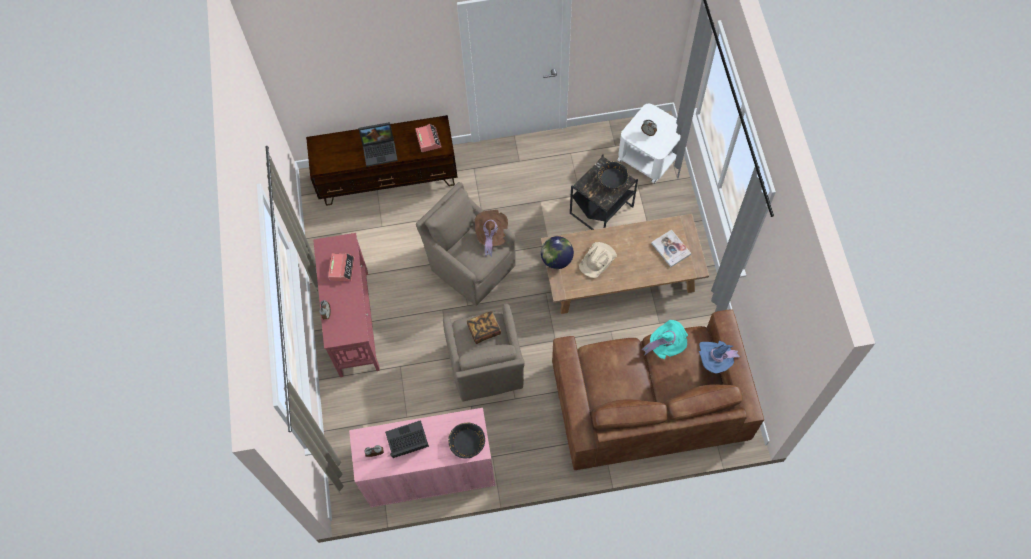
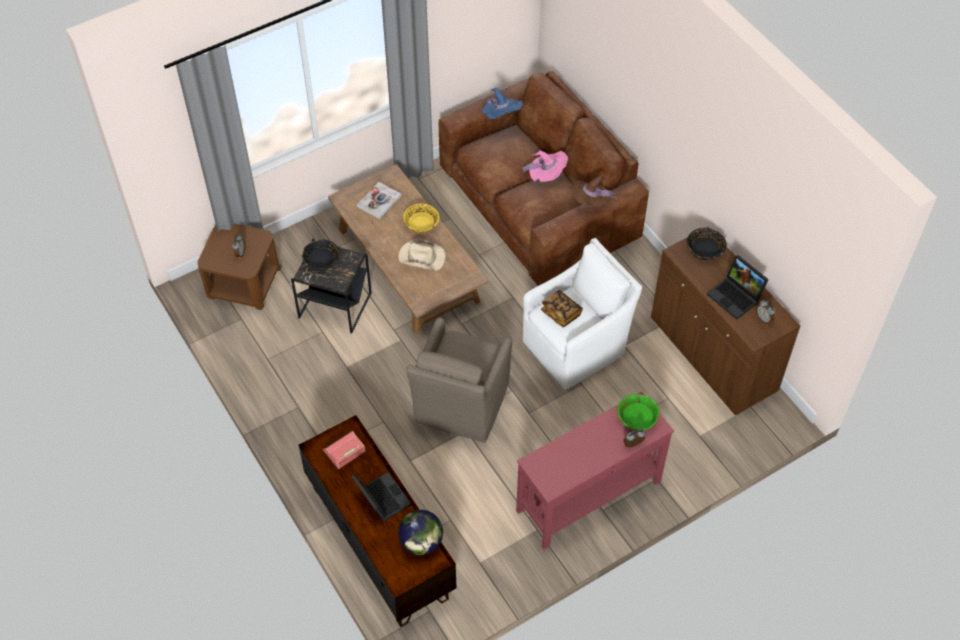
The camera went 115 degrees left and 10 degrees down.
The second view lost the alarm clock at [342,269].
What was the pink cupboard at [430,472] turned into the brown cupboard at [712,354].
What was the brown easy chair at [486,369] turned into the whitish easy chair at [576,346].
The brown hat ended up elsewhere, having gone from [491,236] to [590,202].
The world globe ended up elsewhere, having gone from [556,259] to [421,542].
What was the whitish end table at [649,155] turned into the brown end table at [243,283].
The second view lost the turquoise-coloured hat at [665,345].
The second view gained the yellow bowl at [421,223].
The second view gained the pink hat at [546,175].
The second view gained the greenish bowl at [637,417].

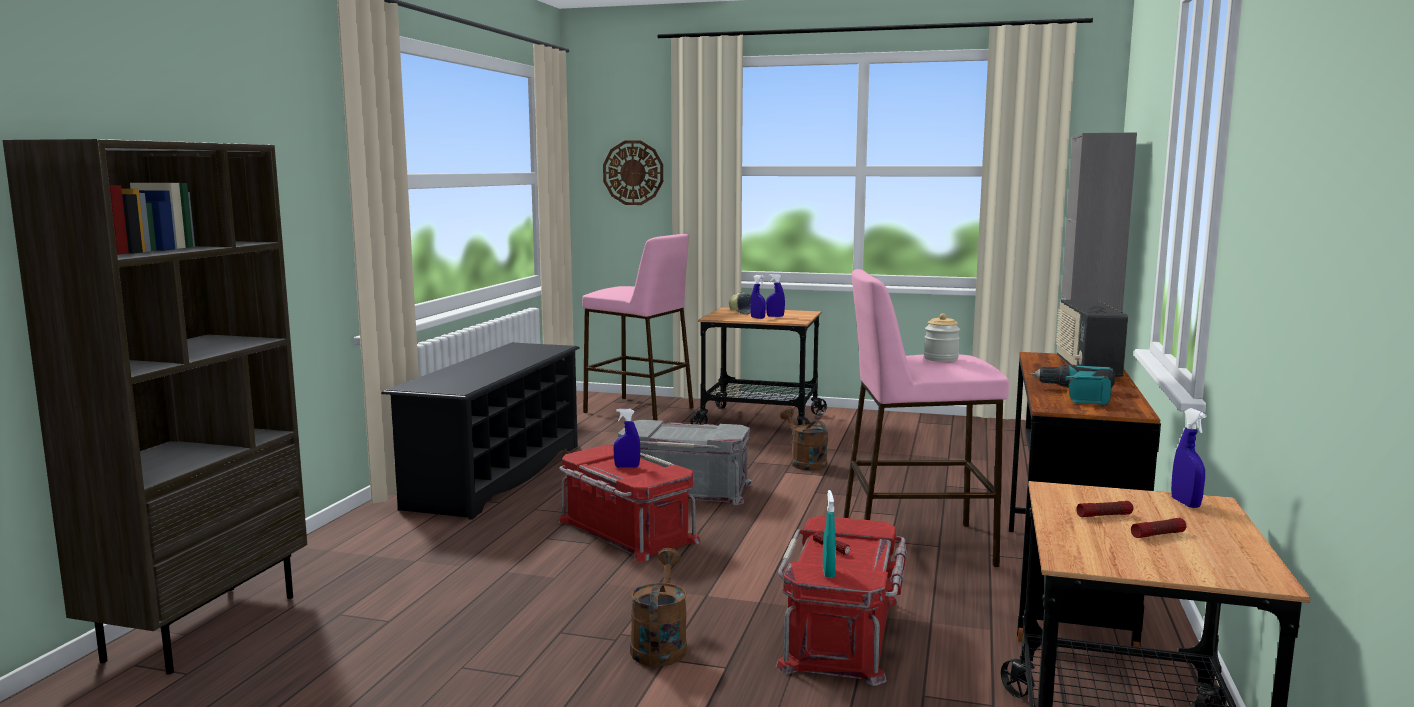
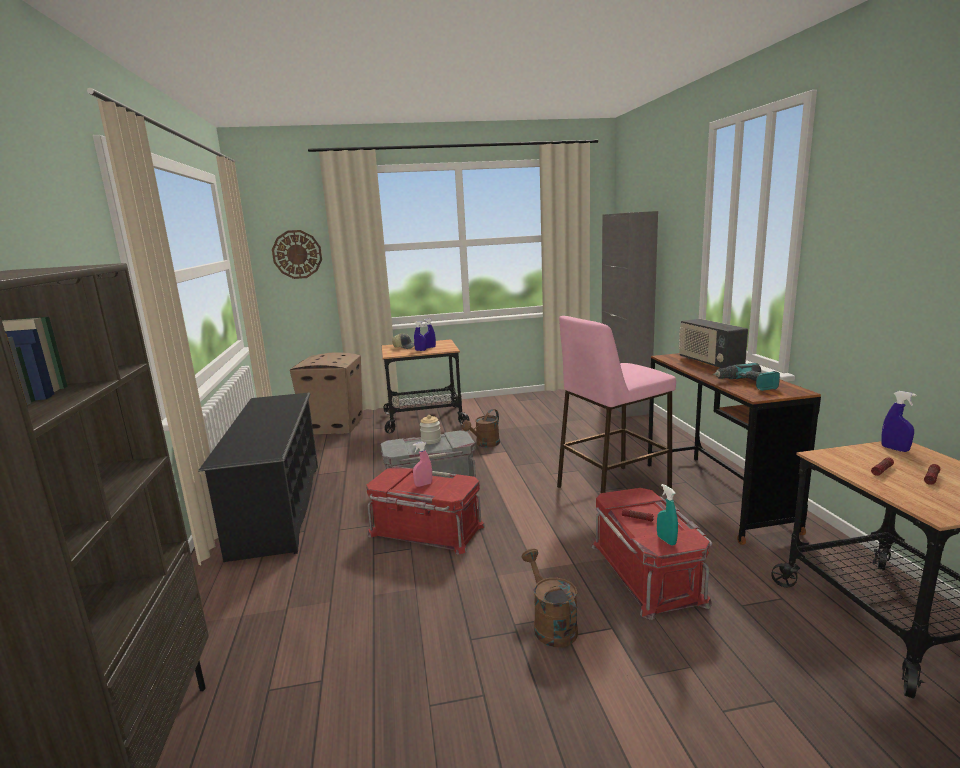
The camera went 25 degrees left and 5 degrees up.
Where the pink stool seat stood at [639,410], the cardboard box came to stand at [334,426].
What was the blue spray bottle at [627,467] turned into the pink spray bottle at [423,484].
The brown watering can at [804,463] ended up facing another way, 90 degrees counterclockwise from before.
The storage jar ended up elsewhere, having gone from [941,359] to [431,440].

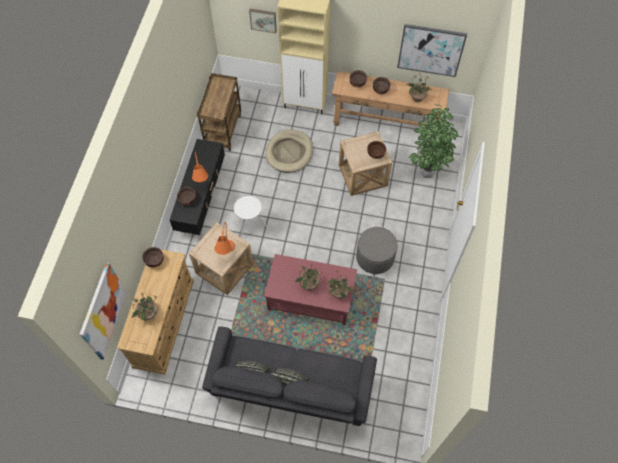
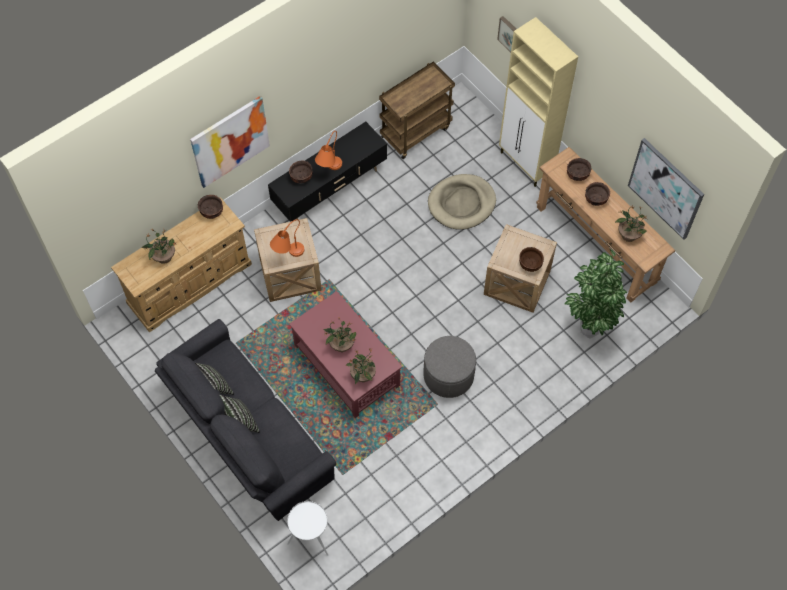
The camera went 40 degrees right and 0 degrees up.
The picture ended up elsewhere, having gone from [103,311] to [230,141].
The whitish end table ended up elsewhere, having gone from [250,226] to [310,537].

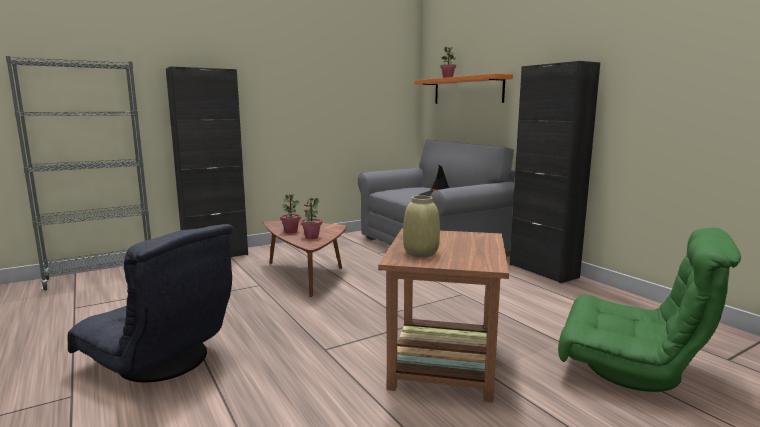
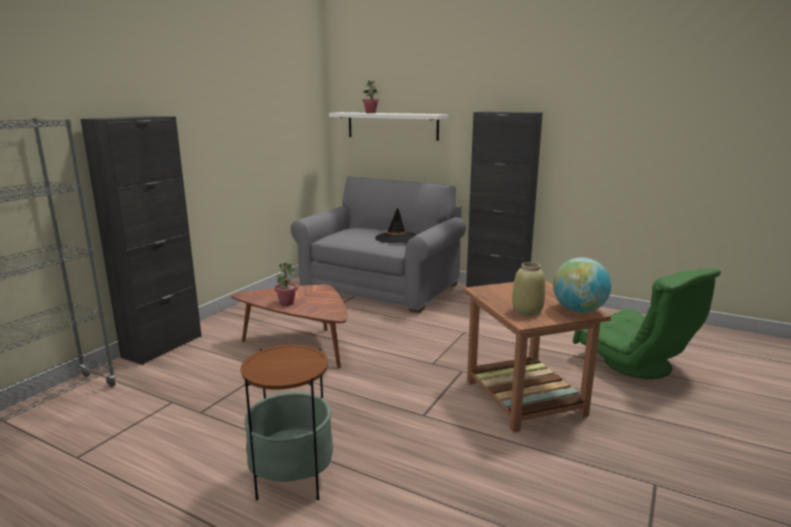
The camera went 30 degrees left and 5 degrees up.
Where the gray easy chair stood at [161,362], the end table came to stand at [292,478].
The second view lost the houseplant at [311,237].
What was the orange shelf at [467,90] turned into the whitish shelf at [392,126].
The greenish easy chair at [631,370] ended up facing another way, 60 degrees clockwise from before.
The second view gained the world globe at [578,310].

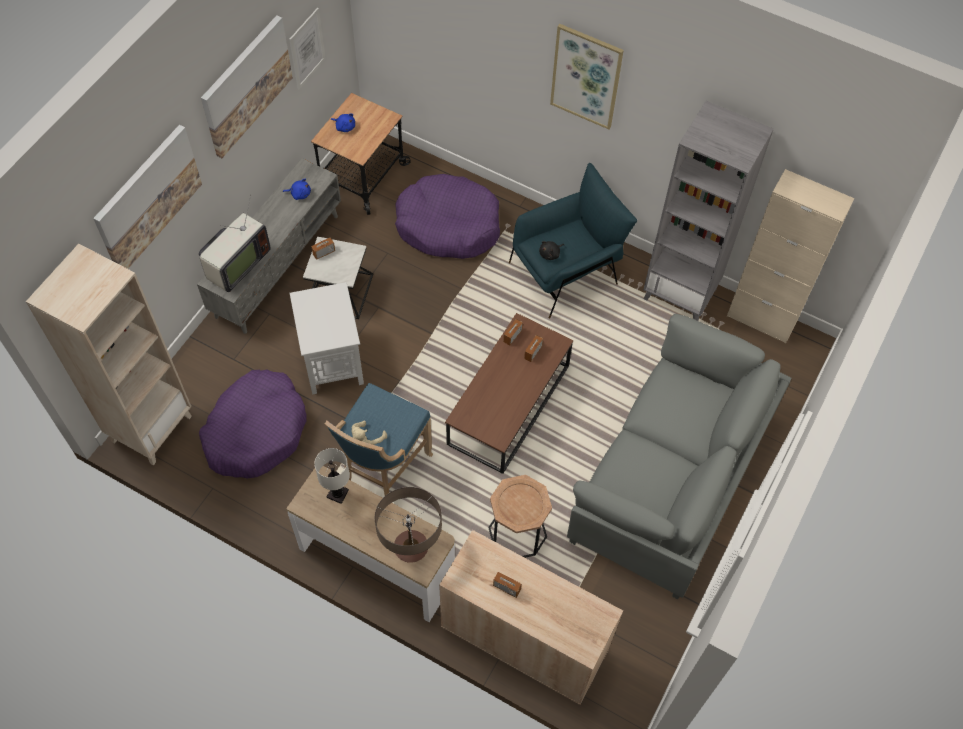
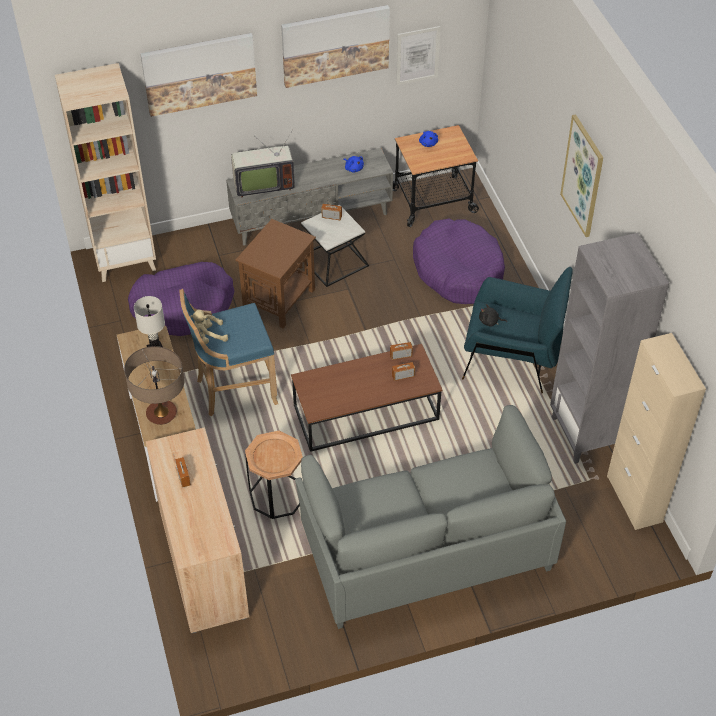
The camera went 45 degrees right and 10 degrees down.
What was the whitish end table at [332,360] turned into the brown end table at [279,299].

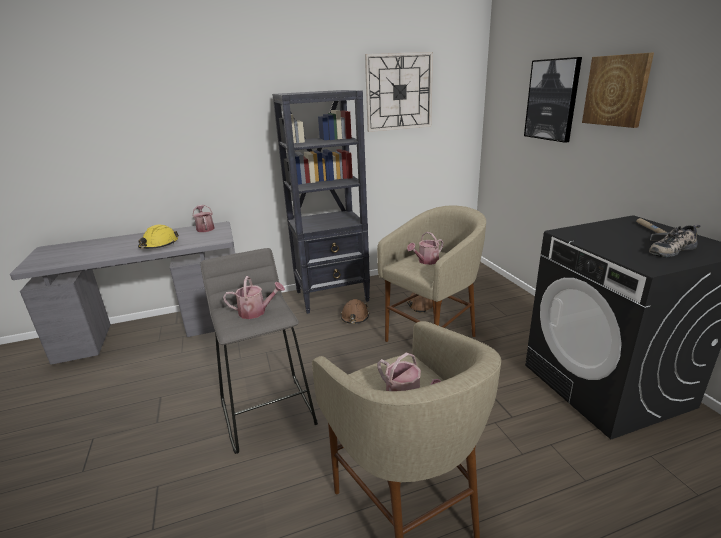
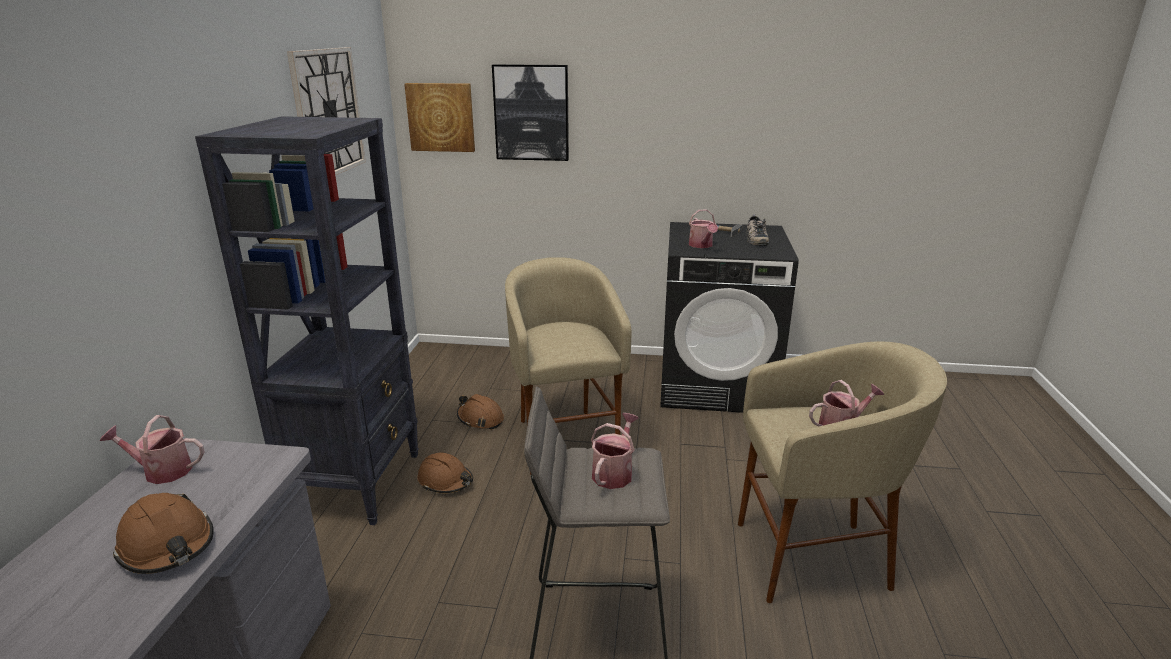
The camera went 65 degrees left and 0 degrees up.
What was the yellow safety helmet at [159,245] turned into the brown safety helmet at [167,546].
The watering can ended up elsewhere, having gone from [426,261] to [701,245].
The picture ended up elsewhere, having gone from [616,90] to [441,117].

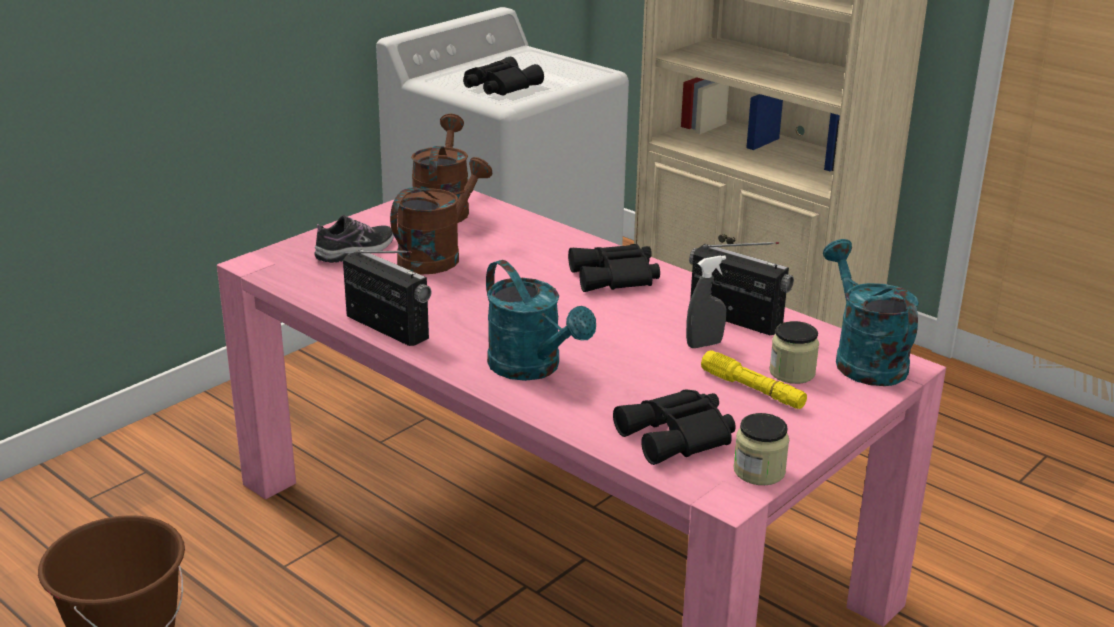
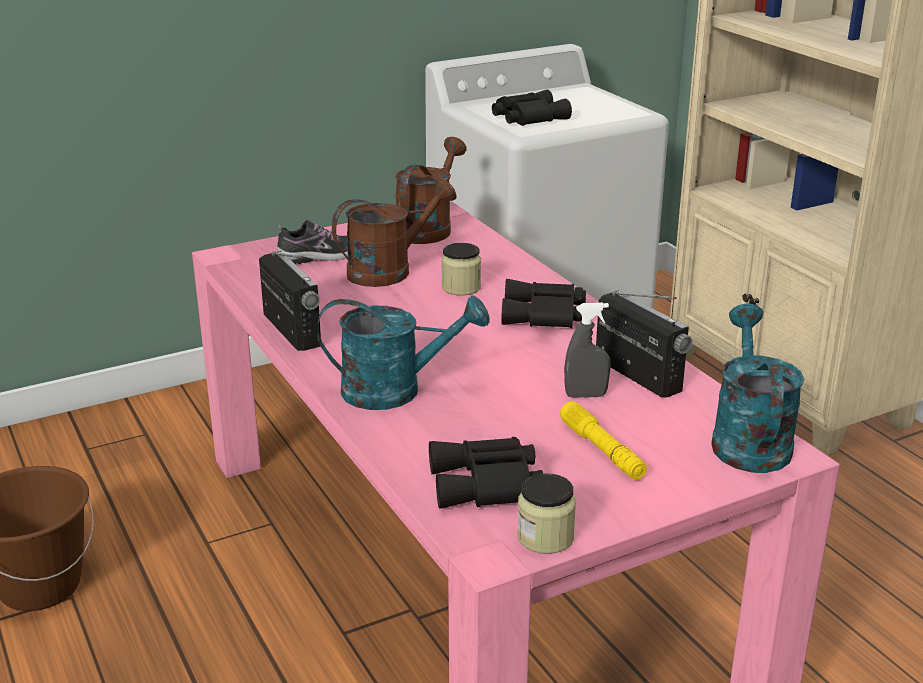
The camera went 20 degrees right and 0 degrees up.
The turquoise-coloured watering can at [533,368] ended up facing another way, 75 degrees counterclockwise from before.
The storage jar ended up elsewhere, having gone from [792,373] to [461,287].

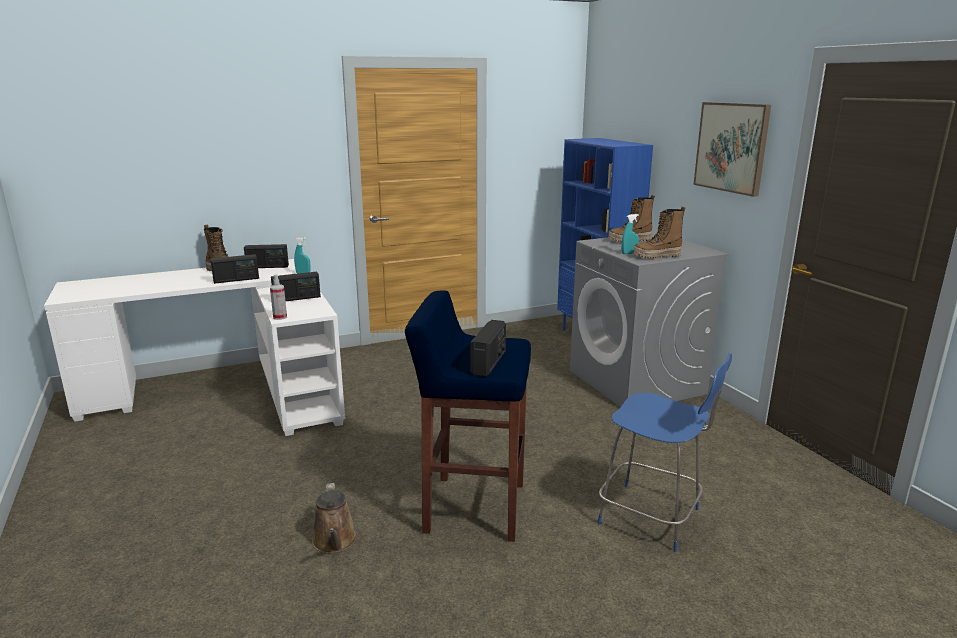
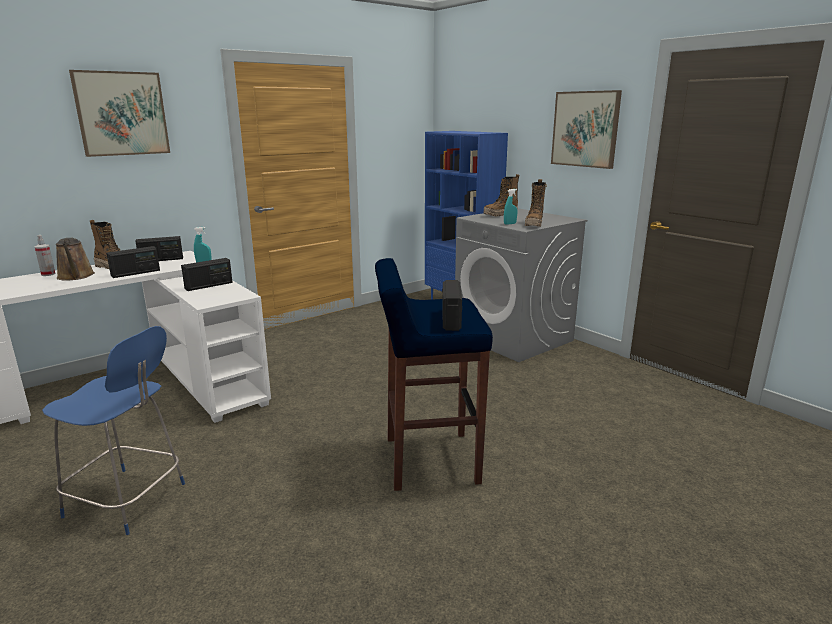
The camera went 15 degrees left and 0 degrees up.
The spray bottle ended up elsewhere, having gone from [280,317] to [48,274].
The brown watering can ended up elsewhere, having gone from [335,542] to [76,276].
The blue plain chair ended up elsewhere, having gone from [653,518] to [129,501].
The tall boot at [657,256] ended up facing another way, 45 degrees counterclockwise from before.
The second view gained the picture at [122,114].

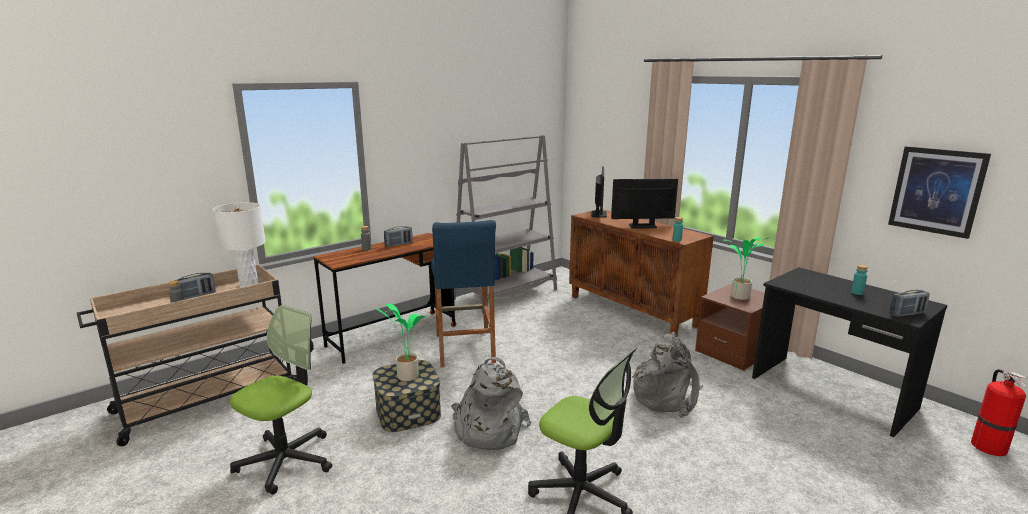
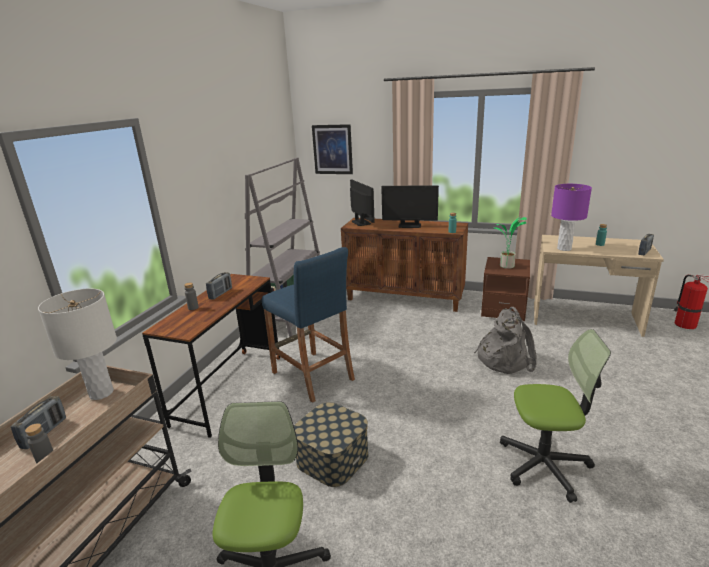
The camera went 30 degrees left and 5 degrees up.
The second view lost the houseplant at [406,376].
The second view lost the gray rucksack at [487,430].
The computer display at [642,226] ended up facing another way, 135 degrees counterclockwise from before.
What was the blackish desk unit at [831,393] turned into the beige desk unit at [585,319].
The picture ended up elsewhere, having gone from [936,191] to [332,149].
The second view gained the purple-coloured table lamp at [564,249].

